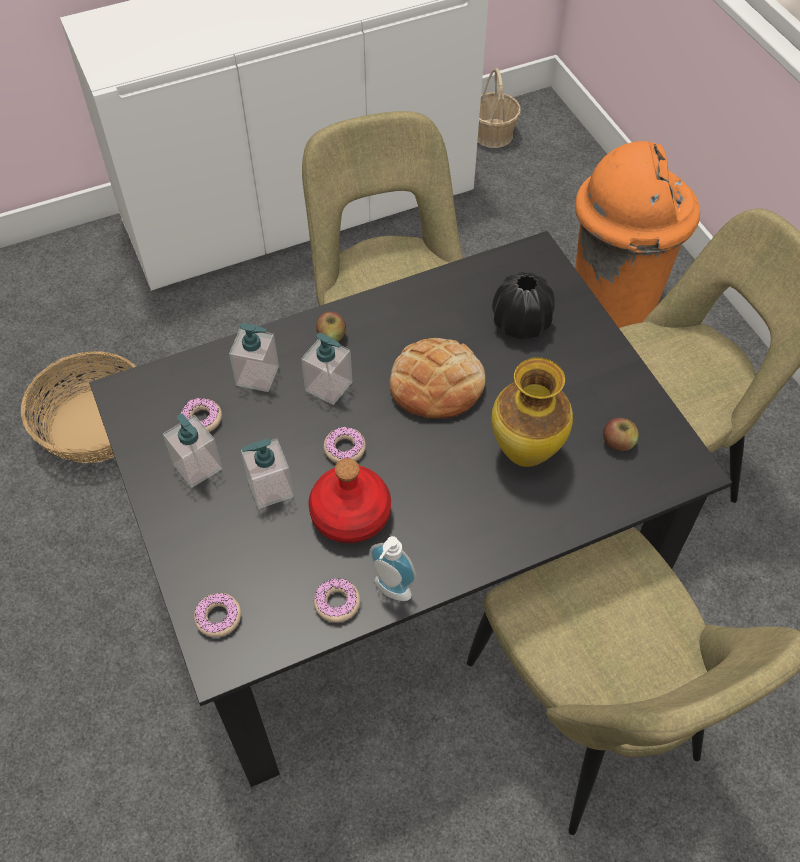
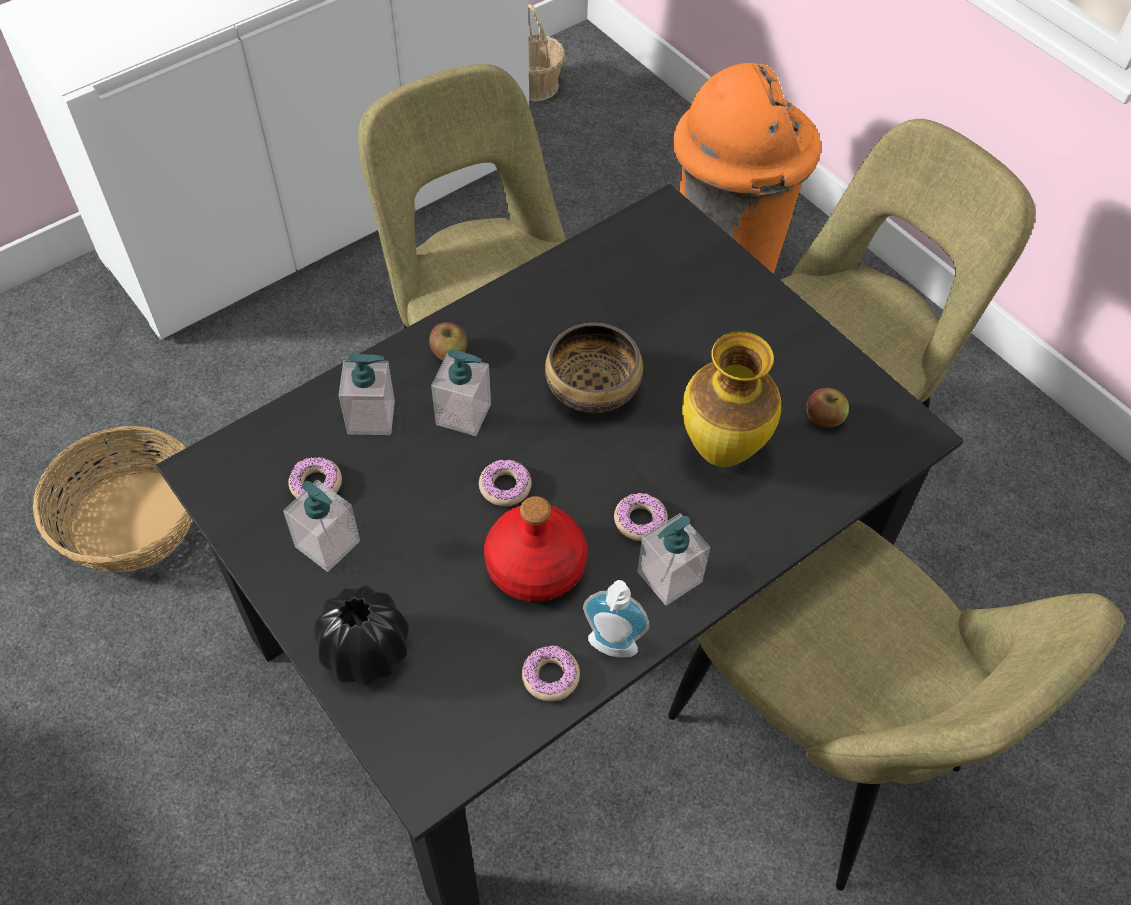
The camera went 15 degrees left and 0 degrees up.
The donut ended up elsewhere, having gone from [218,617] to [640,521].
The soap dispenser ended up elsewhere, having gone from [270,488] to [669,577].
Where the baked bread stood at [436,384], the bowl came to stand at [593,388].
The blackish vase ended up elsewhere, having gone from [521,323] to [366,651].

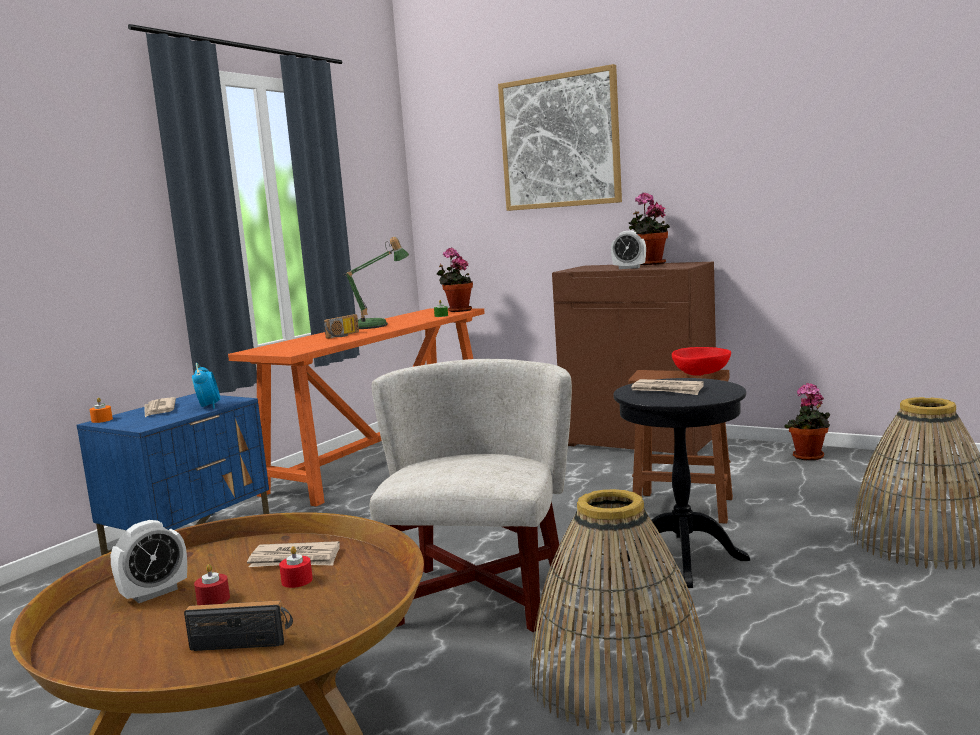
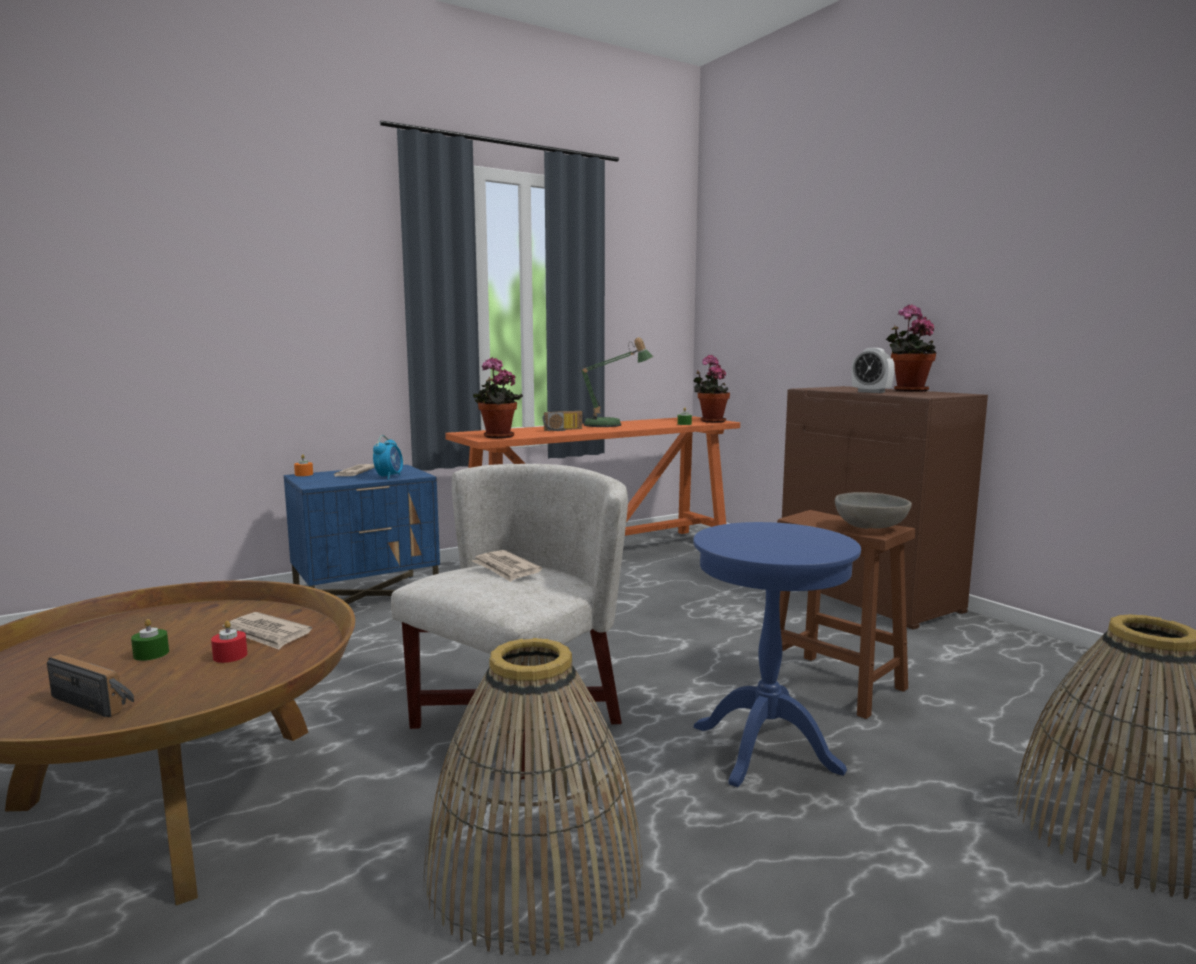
The camera went 25 degrees right and 0 degrees up.
The second view lost the alarm clock at [154,593].
What was the red-coloured wax candle at [213,600] turned into the greenish wax candle at [151,654].
The second view lost the picture at [559,141].
What was the blackish end table at [683,559] turned into the blue end table at [765,748].
The newspaper ended up elsewhere, having gone from [668,390] to [506,569].
What was the red-coloured bowl at [700,374] turned into the gray bowl at [869,527].
The houseplant ended up elsewhere, having gone from [809,457] to [496,437].

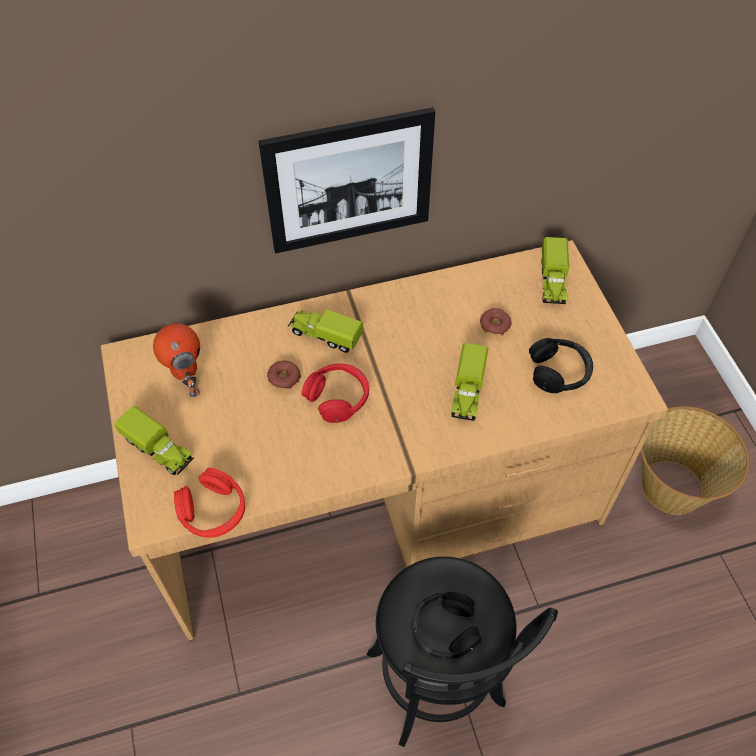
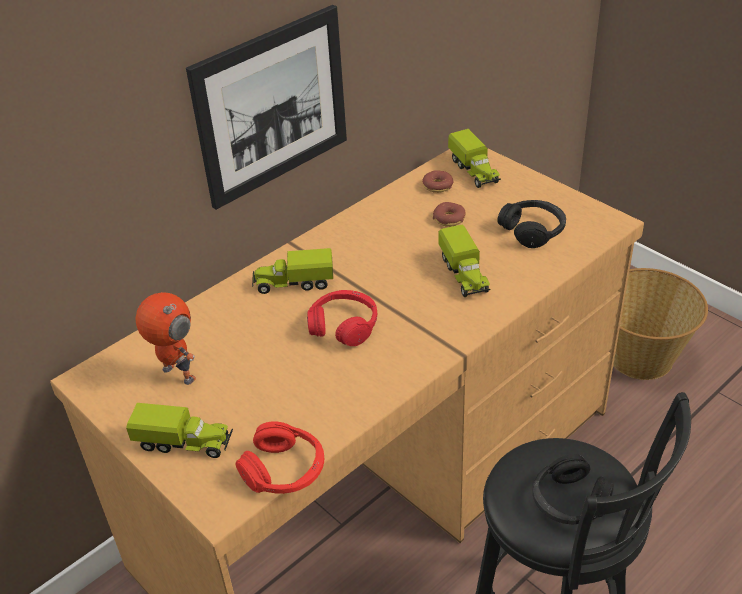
The camera went 25 degrees left and 15 degrees down.
The donut ended up elsewhere, having gone from [284,378] to [437,186].

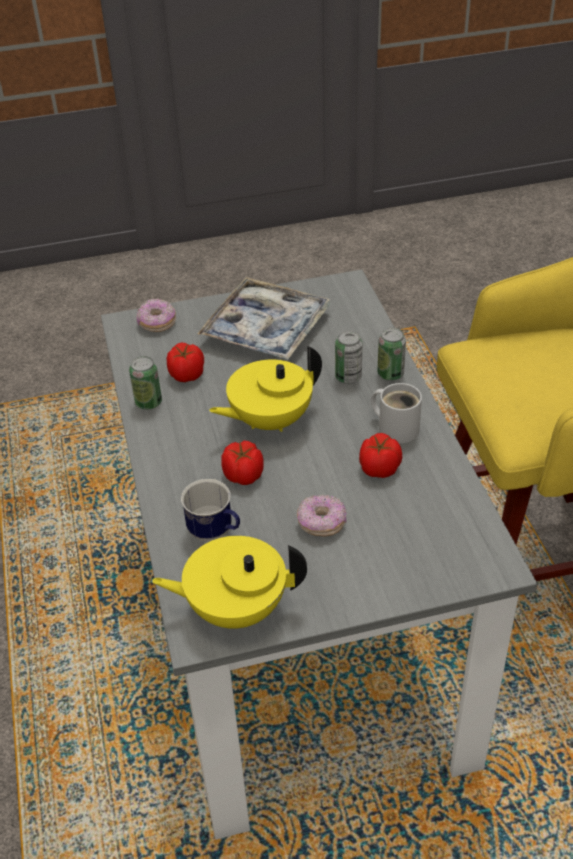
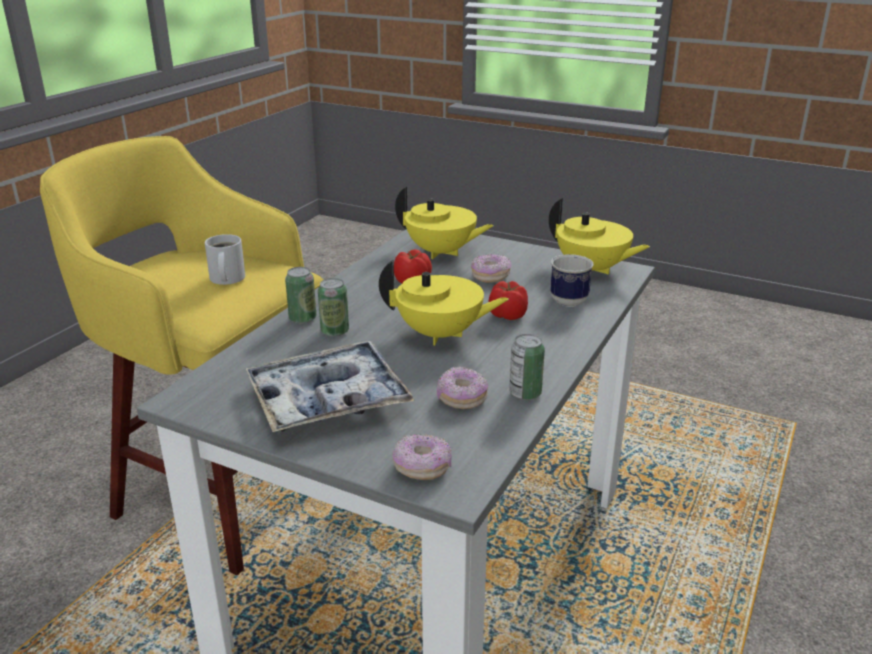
The camera went 140 degrees left and 15 degrees down.
Where the fresh tomato stood at [186,375], the donut came to stand at [461,398].
The whitish coffee mug ended up elsewhere, having gone from [396,427] to [225,279].
The second view gained the yellow pot for tea at [441,252].

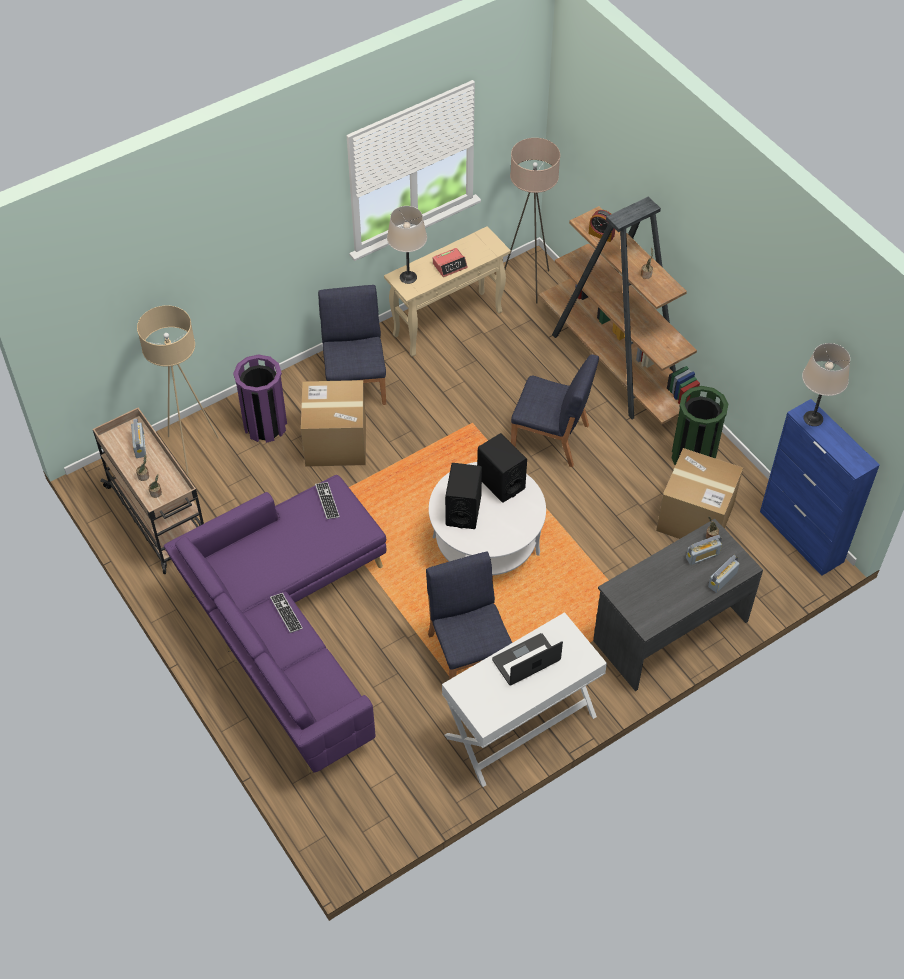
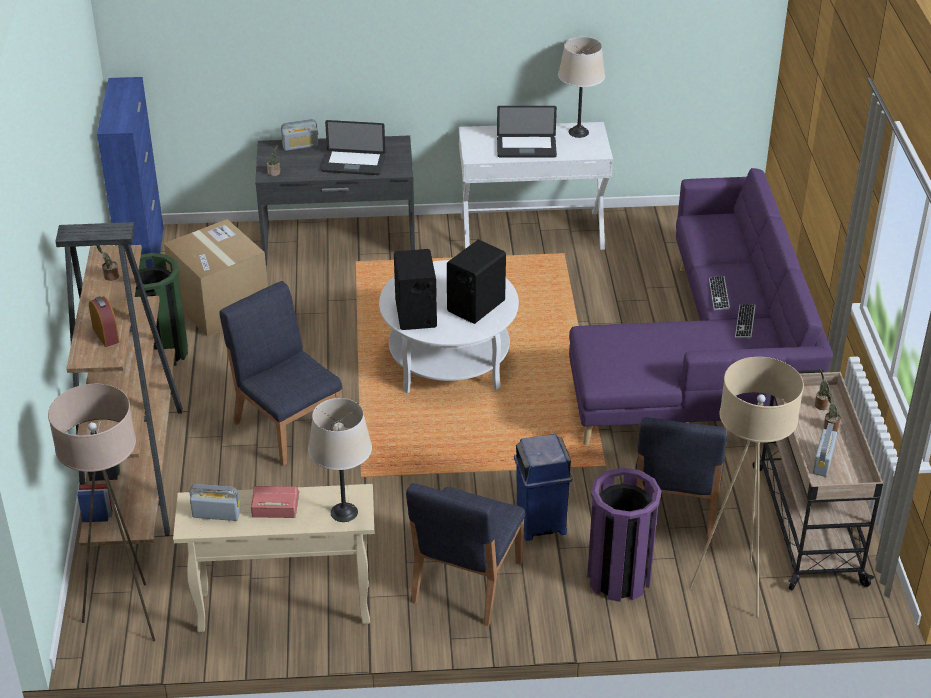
The camera went 150 degrees left and 15 degrees down.
Where the cardboard box stood at [335,442], the blue trash can came to stand at [540,522].
The keyboard ended up elsewhere, having gone from [327,501] to [745,322].
The blue plain chair ended up elsewhere, having gone from [469,653] to [674,511].
The radio set ended up elsewhere, having gone from [702,556] to [216,514].
The beige table lamp ended up elsewhere, having gone from [813,418] to [578,132].
The second view gained the notebook computer at [353,164].

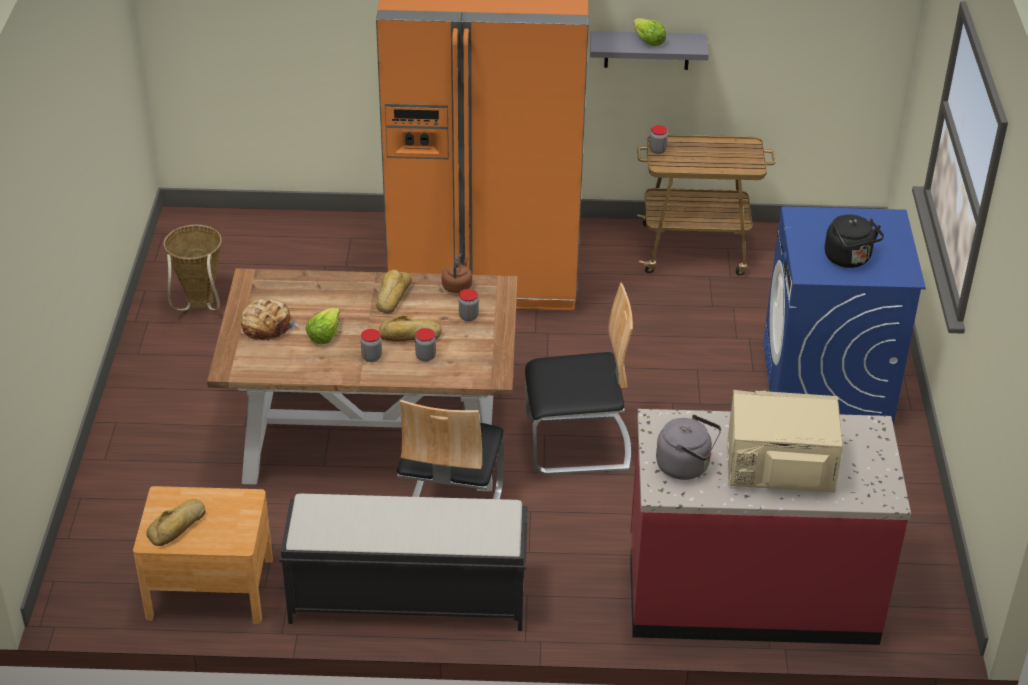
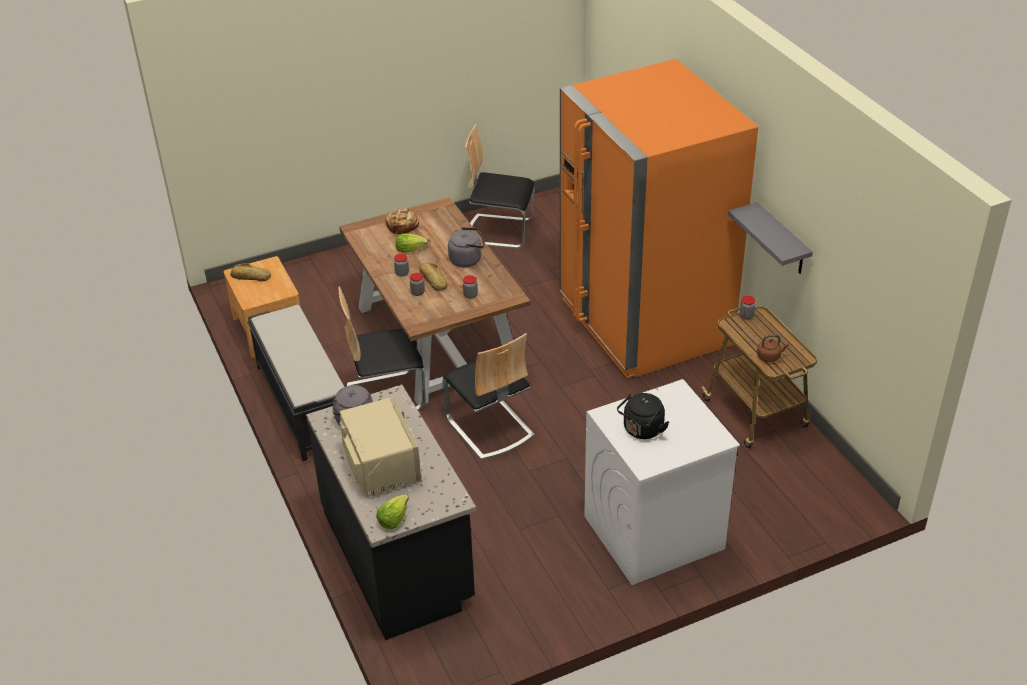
The camera went 65 degrees right and 0 degrees up.
Where the basket stood at [199,307], the plain chair came to stand at [499,231].
Where the baked bread stood at [392,296], the gray tea kettle came to stand at [467,259].
The brown tea kettle ended up elsewhere, having gone from [457,285] to [770,357].
What was the red-coloured counter at [751,591] turned into the blackish counter at [399,556].
The lettuce ended up elsewhere, having gone from [647,41] to [393,518].
What was the blue laundry machine at [826,384] turned into the whitish laundry machine at [653,533].

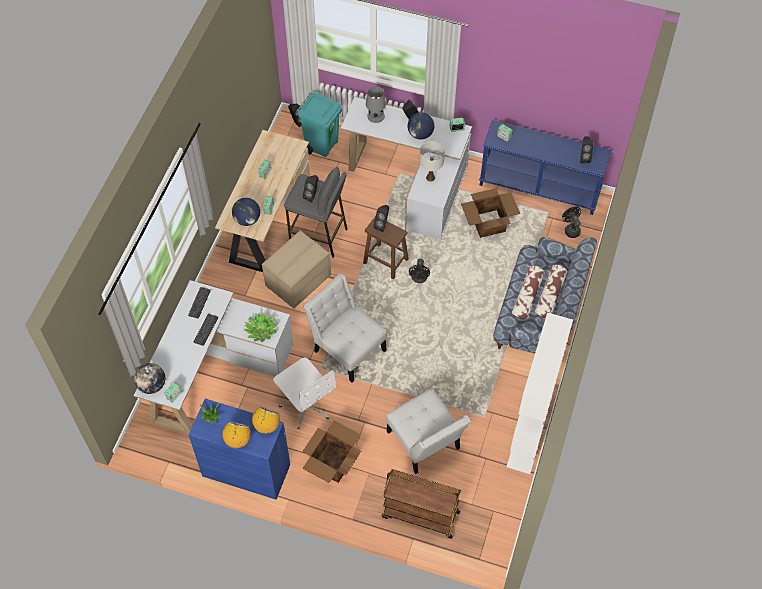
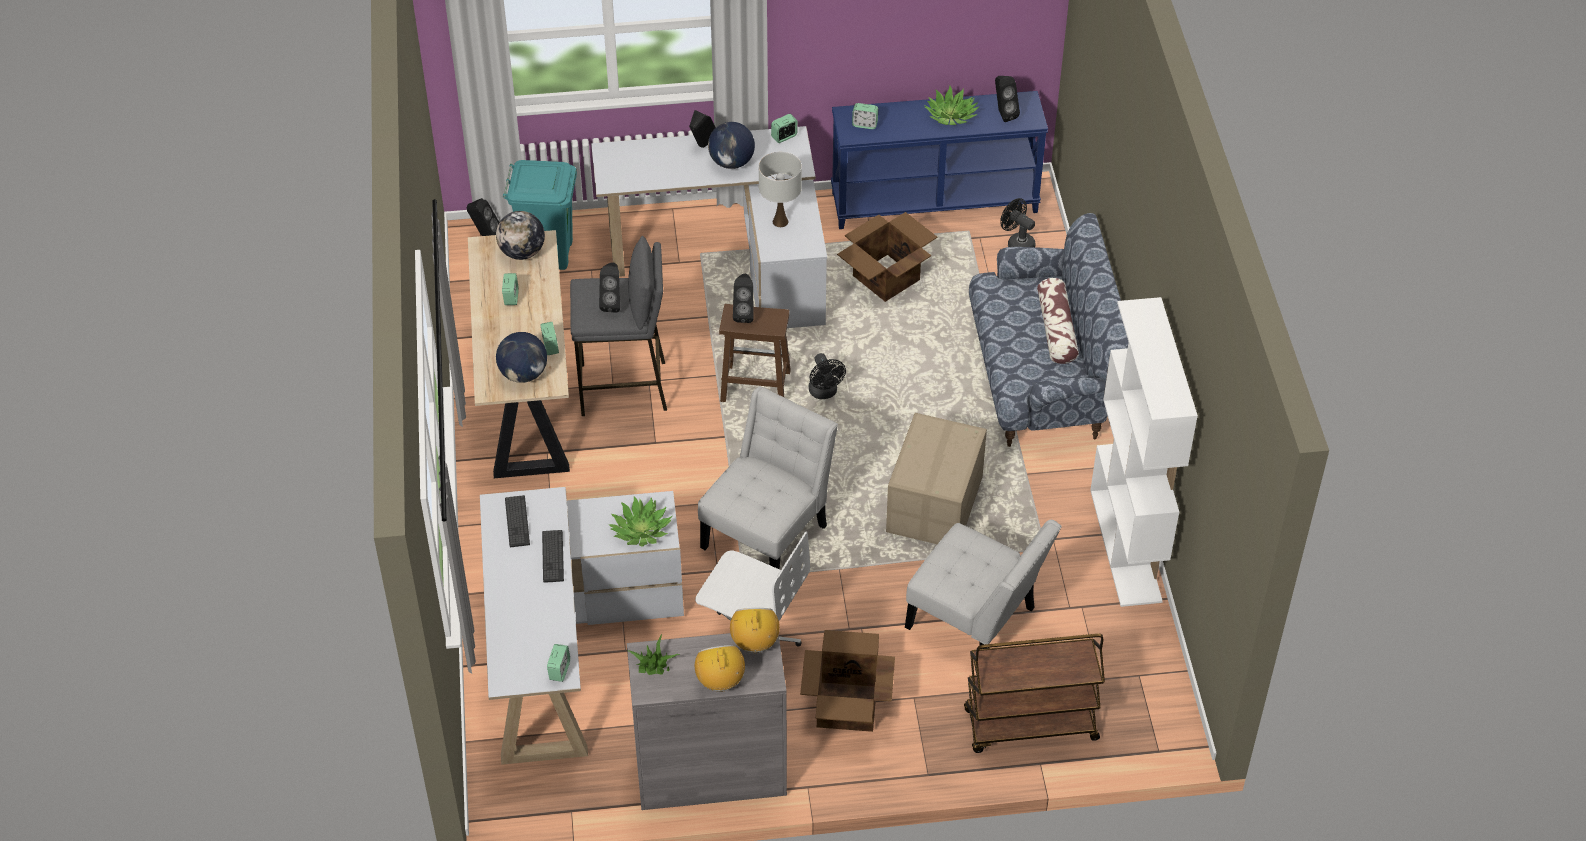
The camera went 25 degrees left and 10 degrees down.
The world globe ended up elsewhere, having gone from [152,385] to [522,252].
What was the blue cupboard at [246,470] turned into the gray cupboard at [710,772].
The cardboard box ended up elsewhere, having gone from [298,280] to [935,505].
The whitish plain chair at [347,347] ended up facing another way, 105 degrees clockwise from before.
The second view lost the gray table lamp at [375,116].
The second view lost the throw pillow at [527,296].
The second view gained the houseplant at [951,115].

